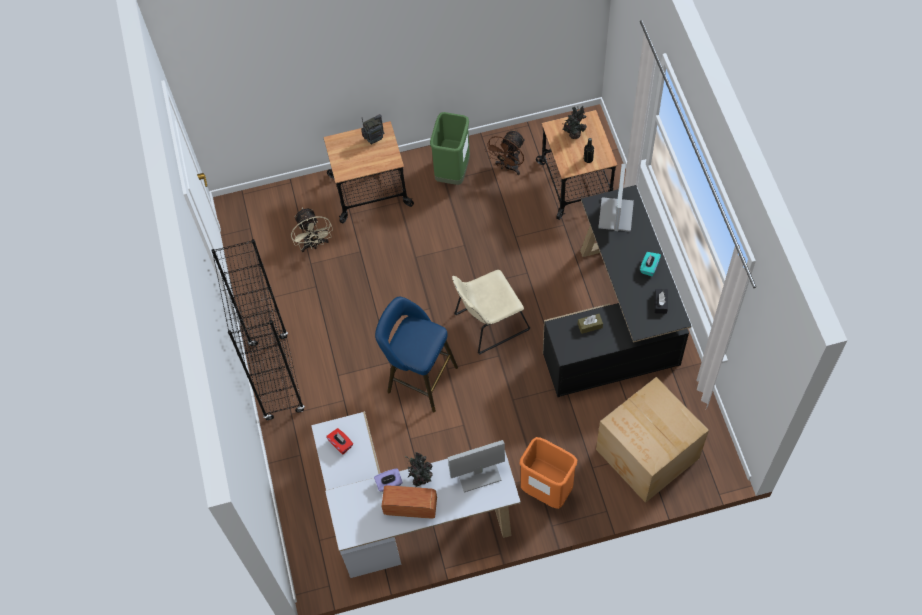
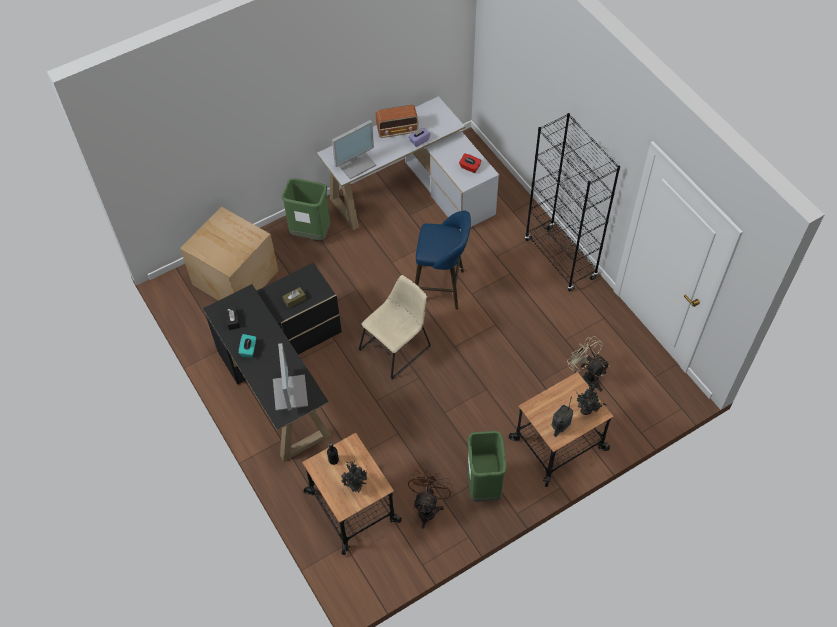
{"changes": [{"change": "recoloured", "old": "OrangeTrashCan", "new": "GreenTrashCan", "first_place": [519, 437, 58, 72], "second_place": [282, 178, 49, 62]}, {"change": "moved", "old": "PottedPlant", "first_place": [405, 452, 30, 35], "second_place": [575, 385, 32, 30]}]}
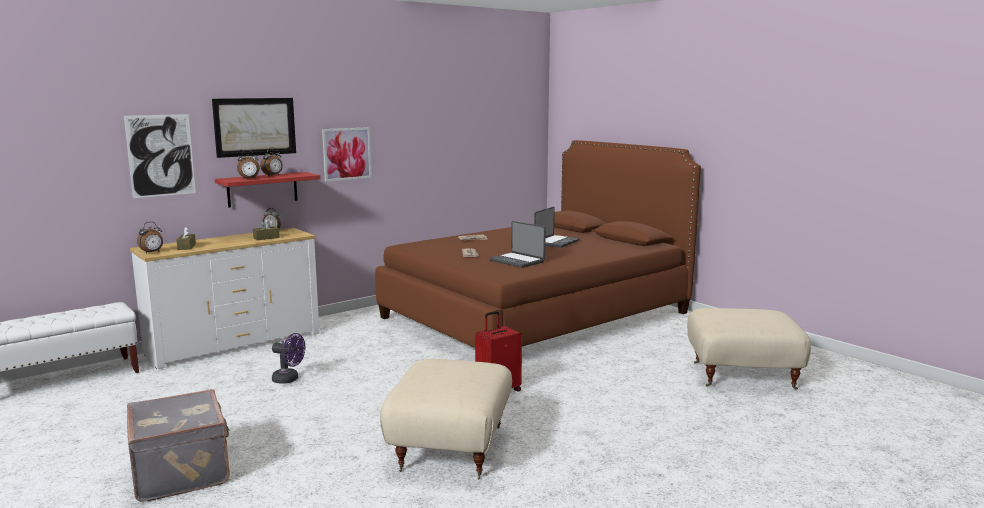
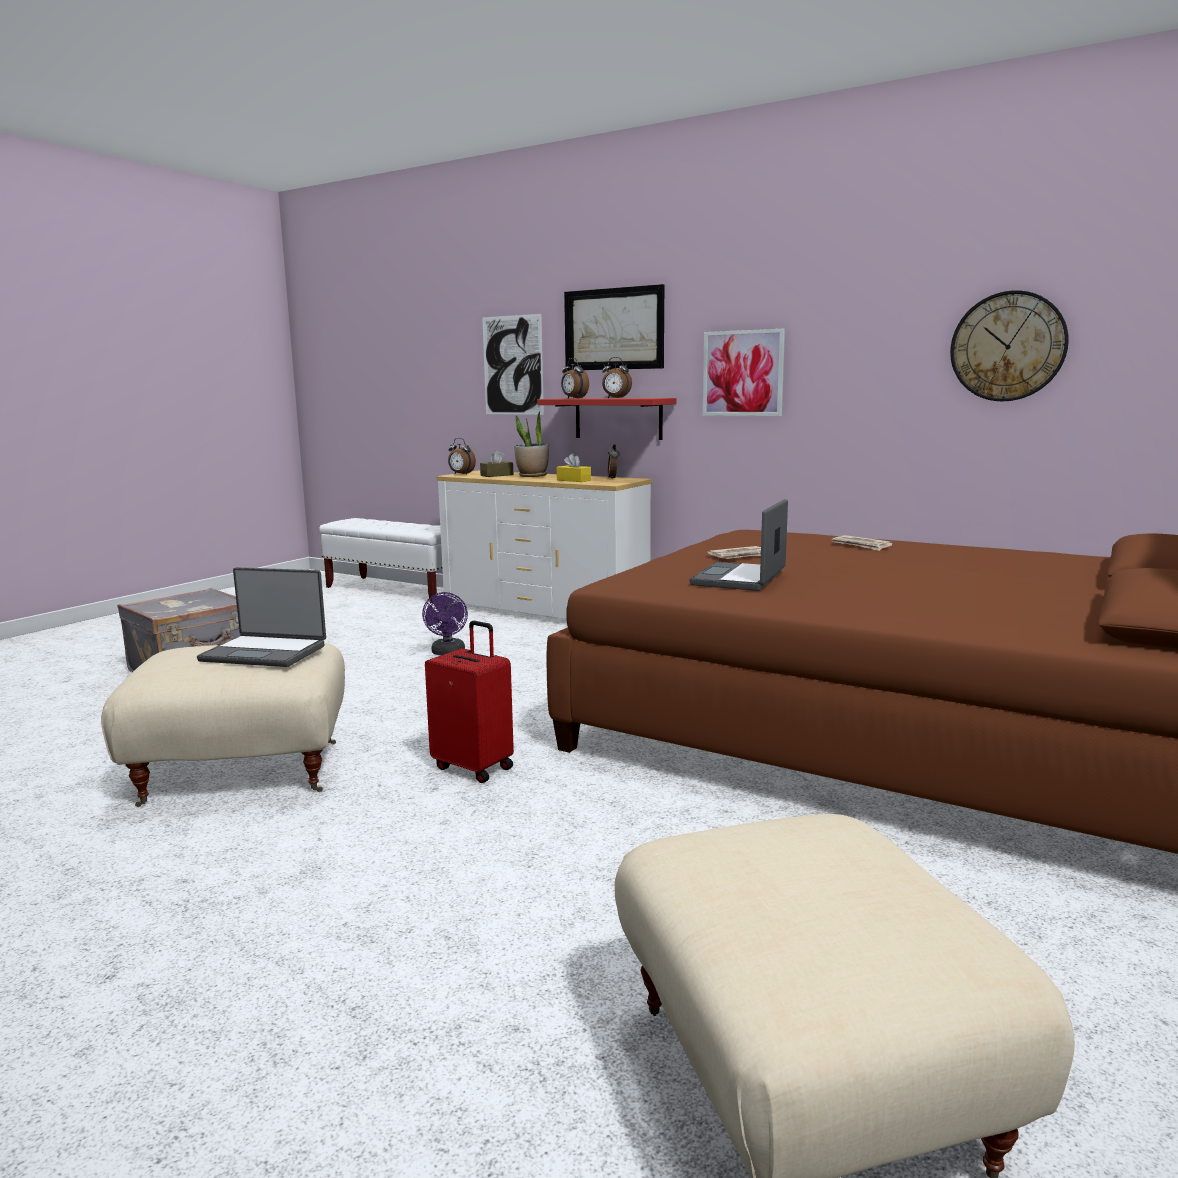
{"changes": [{"change": "moved", "old": "Laptop", "first_place": [534, 207, 46, 41], "second_place": [197, 567, 129, 100]}, {"change": "recoloured", "old": "BrownTissueBox", "new": "YellowTissueBox", "first_place": [253, 219, 27, 21], "second_place": [557, 454, 34, 28]}, {"change": "added", "new": "WallClock", "second_place": [950, 290, 119, 111]}, {"change": "added", "new": "PottedPlant", "second_place": [514, 411, 35, 66]}]}
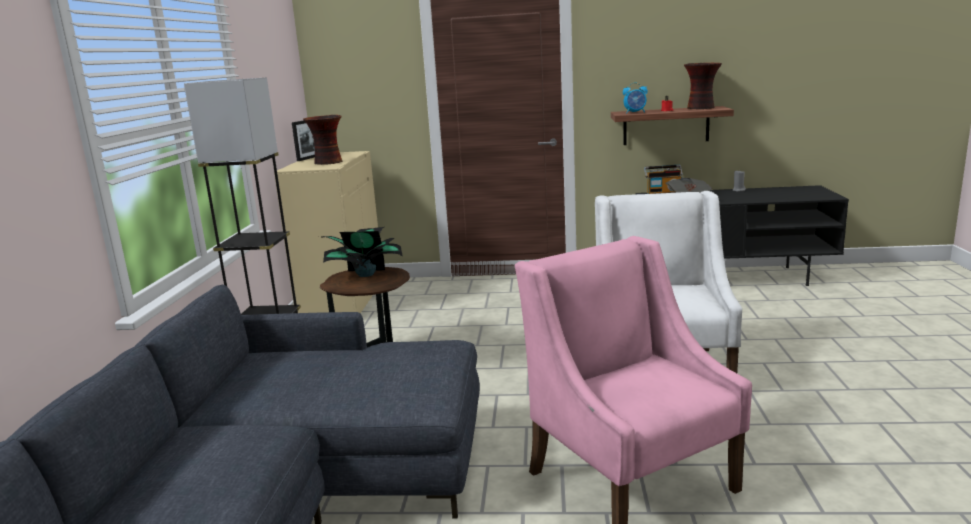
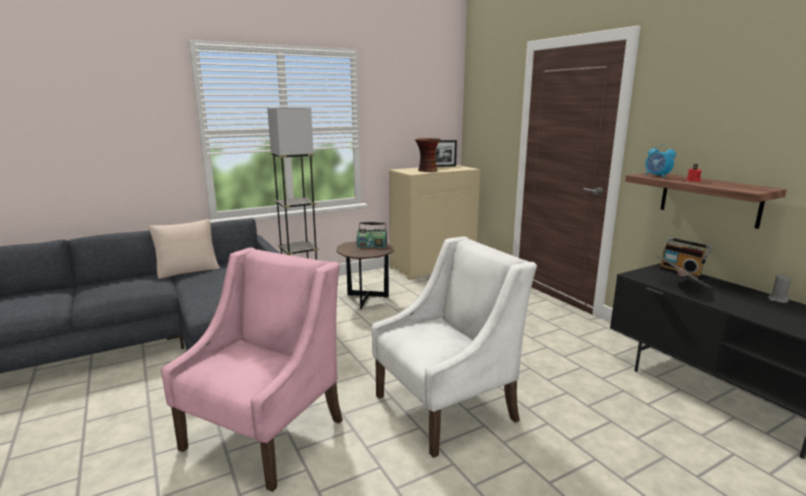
{"changes": [{"change": "removed", "old": "Vase", "first_place": [684, 63, 38, 46]}, {"change": "replaced", "old": "PottedPlant", "new": "Radio", "first_place": [322, 227, 80, 50], "second_place": [357, 222, 30, 26]}, {"change": "added", "new": "BeigePillow", "second_place": [149, 219, 71, 60]}]}
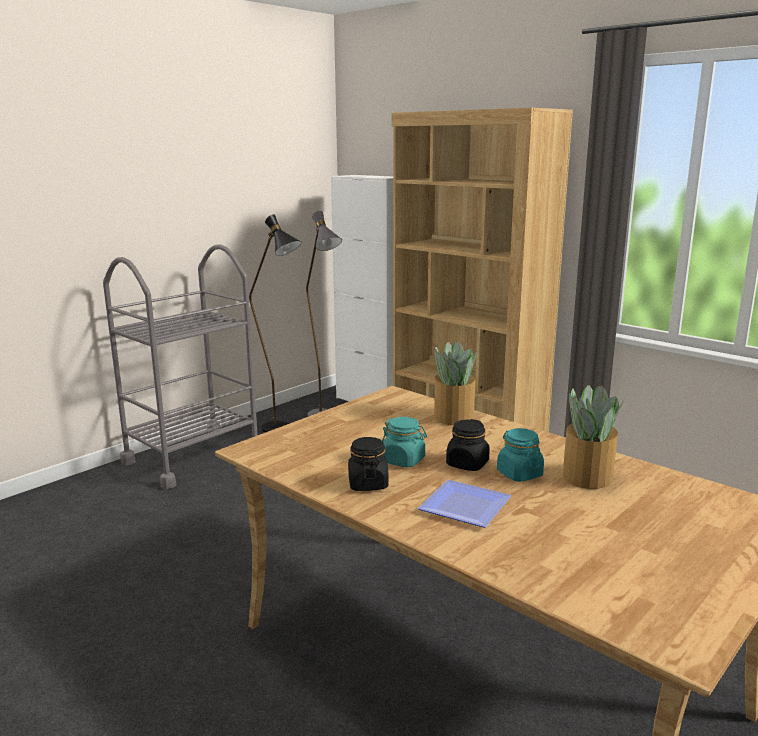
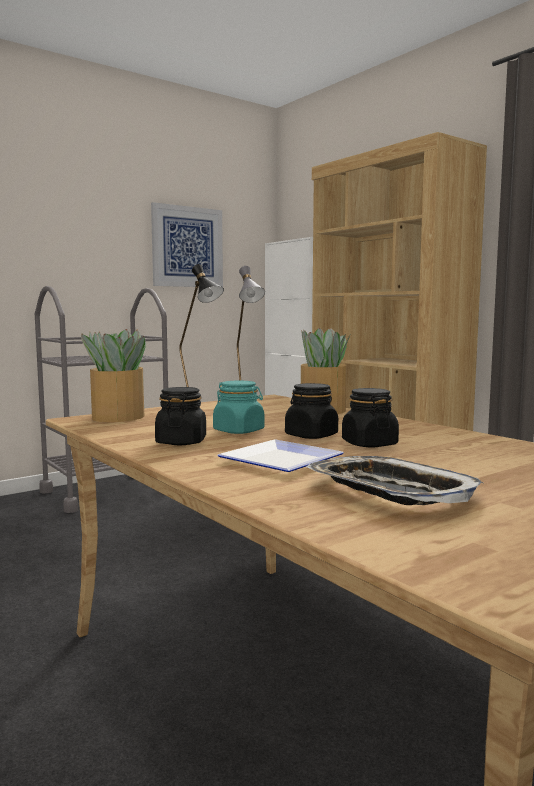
{"changes": [{"change": "moved", "old": "PottedPlant", "first_place": [563, 385, 62, 104], "second_place": [81, 329, 65, 93]}, {"change": "recoloured", "old": "TurquoiseJar", "new": "BlackJar", "first_place": [497, 428, 47, 54], "second_place": [342, 388, 57, 59]}, {"change": "added", "new": "Picture", "second_place": [151, 202, 72, 85]}, {"change": "added", "new": "Tray", "second_place": [306, 456, 177, 49]}]}
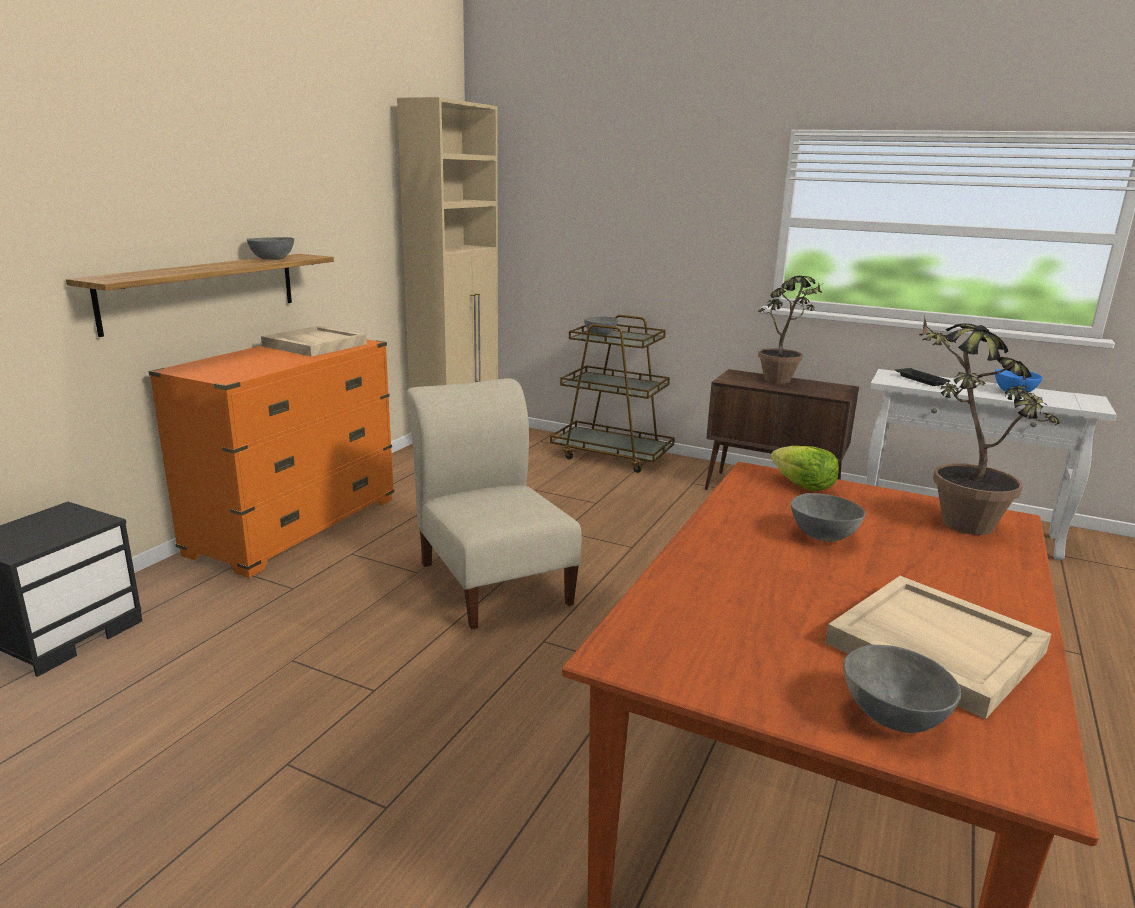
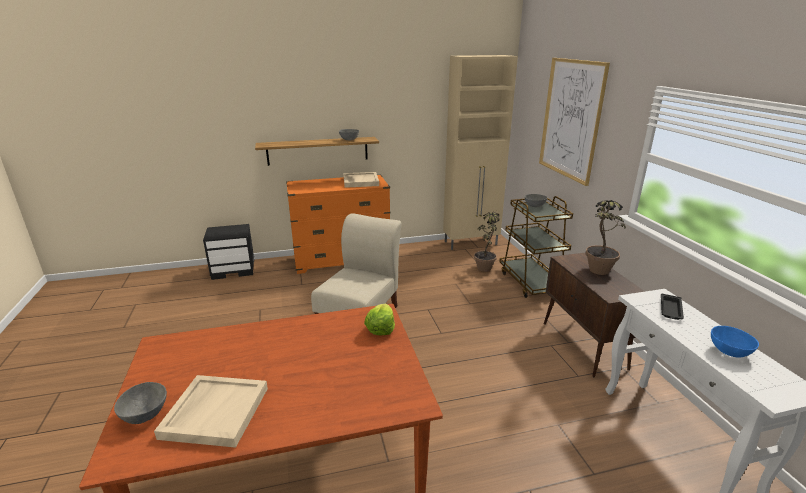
{"changes": [{"change": "moved", "old": "PottedPlant", "first_place": [919, 314, 141, 221], "second_place": [474, 210, 25, 62]}, {"change": "removed", "old": "GreyBowl", "first_place": [791, 493, 74, 49]}, {"change": "added", "new": "Picture", "second_place": [539, 58, 71, 128]}]}
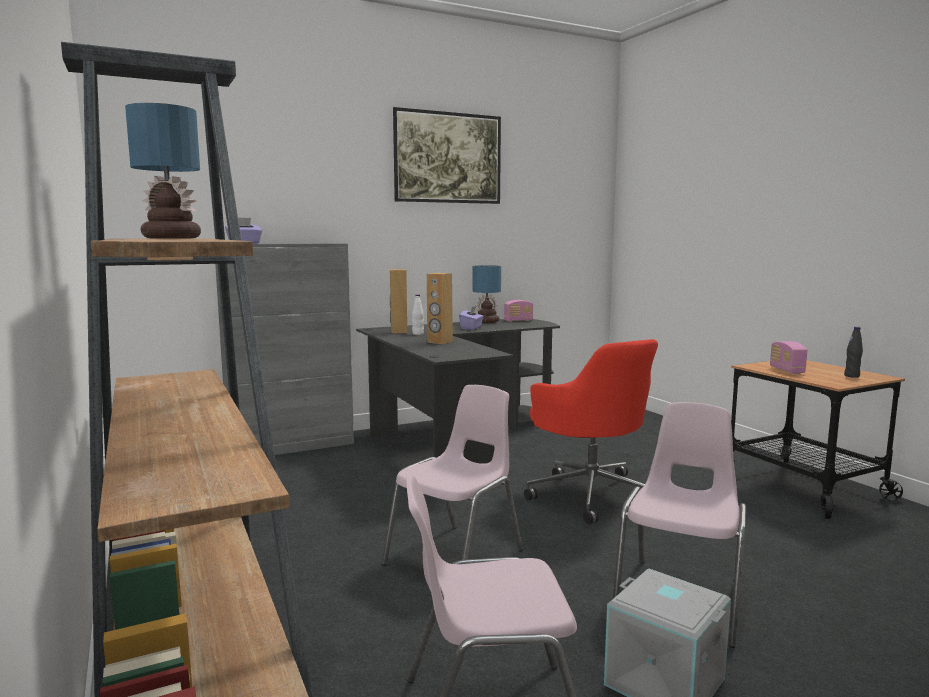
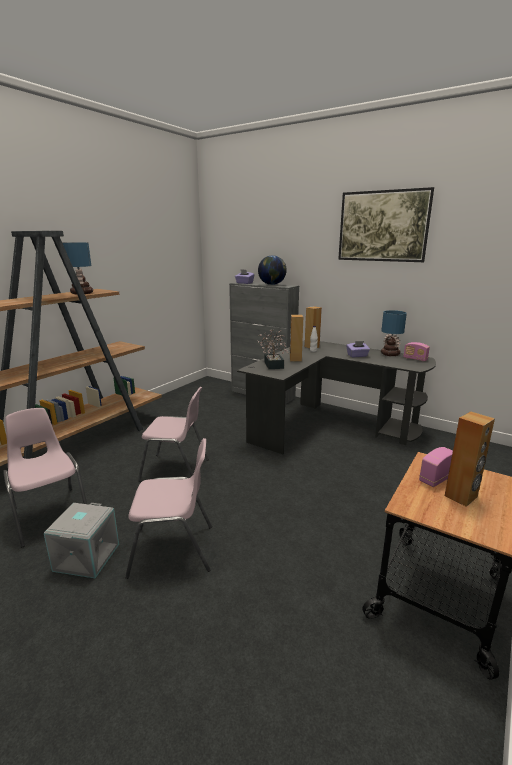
{"changes": [{"change": "removed", "old": "BlackBottle", "first_place": [844, 327, 19, 51]}, {"change": "removed", "old": "RedOfficeChair", "first_place": [524, 339, 134, 185]}, {"change": "added", "new": "Globe", "second_place": [258, 255, 29, 30]}, {"change": "added", "new": "PottedPlant", "second_place": [258, 329, 30, 40]}, {"change": "added", "new": "BrownSpeaker", "second_place": [445, 411, 50, 96]}]}
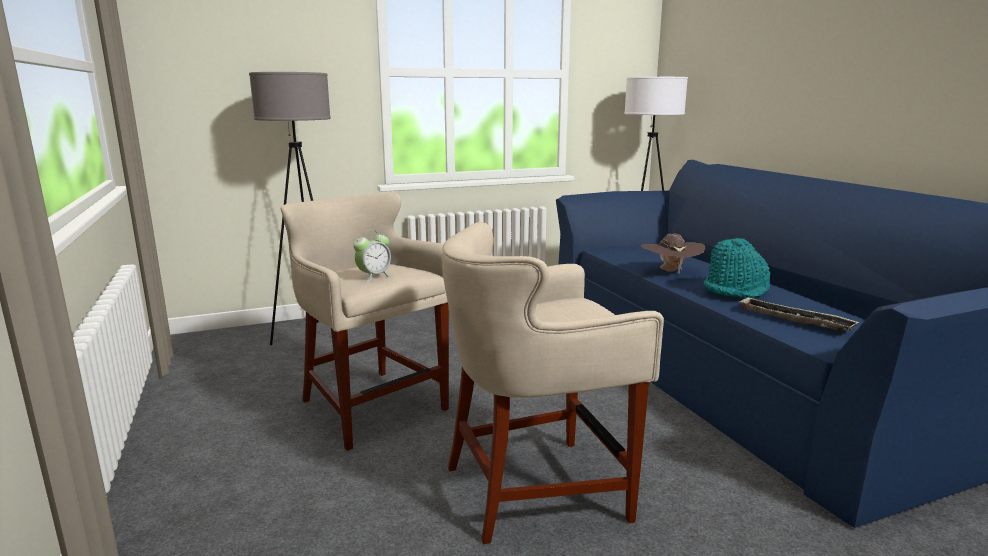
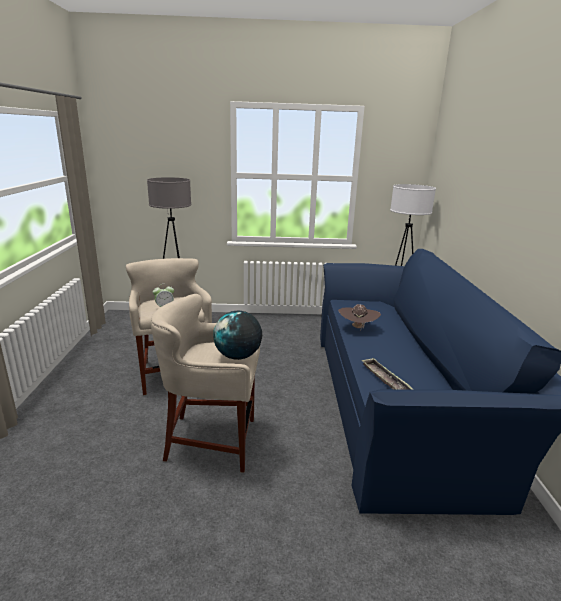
{"changes": [{"change": "removed", "old": "TurquoiseHat", "first_place": [703, 238, 67, 59]}, {"change": "added", "new": "Globe", "second_place": [213, 311, 49, 49]}]}
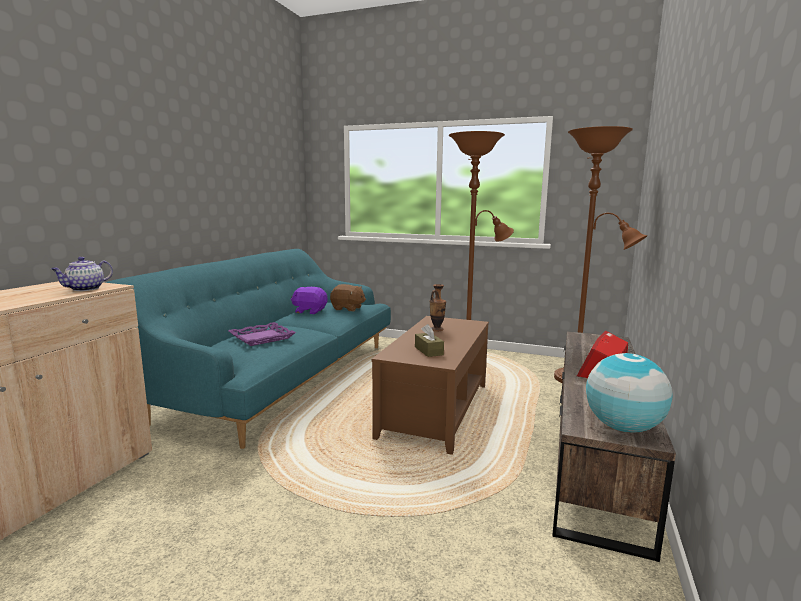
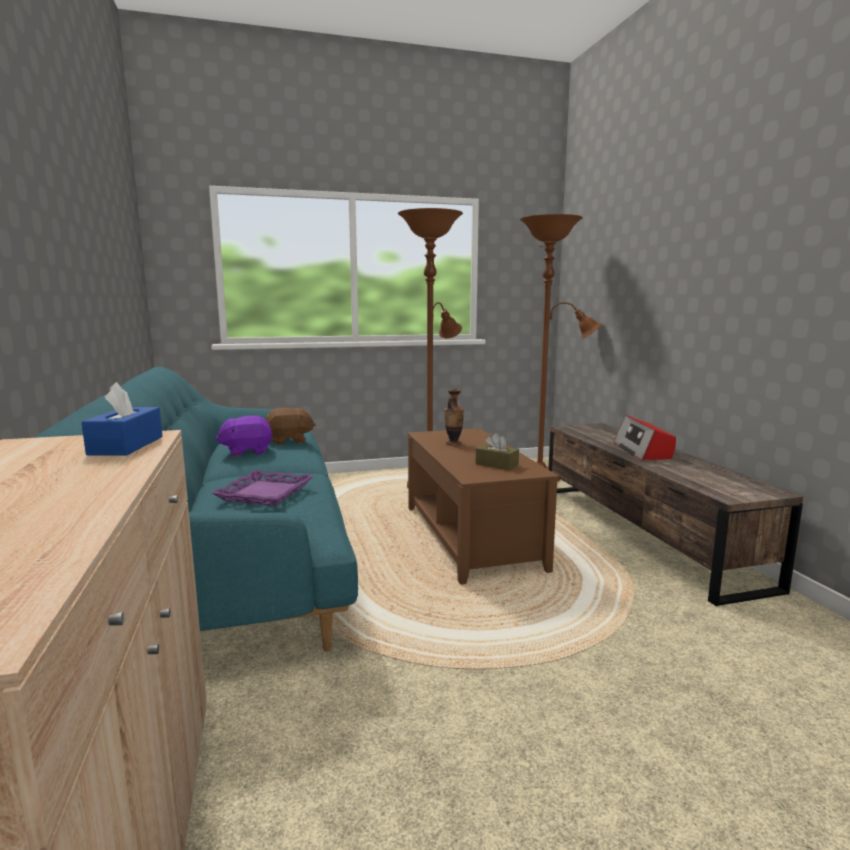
{"changes": [{"change": "replaced", "old": "Teapot", "new": "BlueTissueBox", "first_place": [51, 257, 62, 34], "second_place": [81, 382, 82, 73]}, {"change": "removed", "old": "Globe", "first_place": [586, 353, 87, 80]}]}
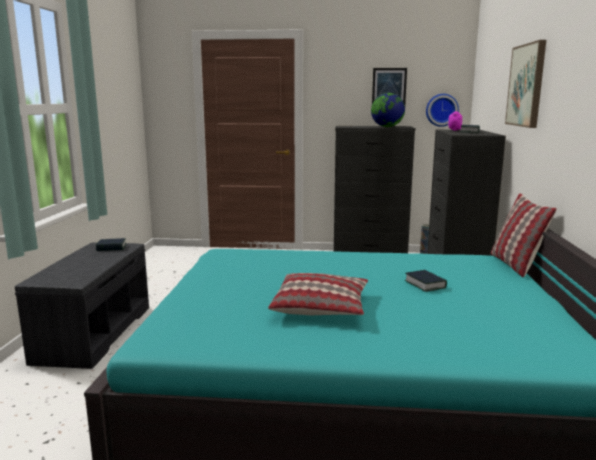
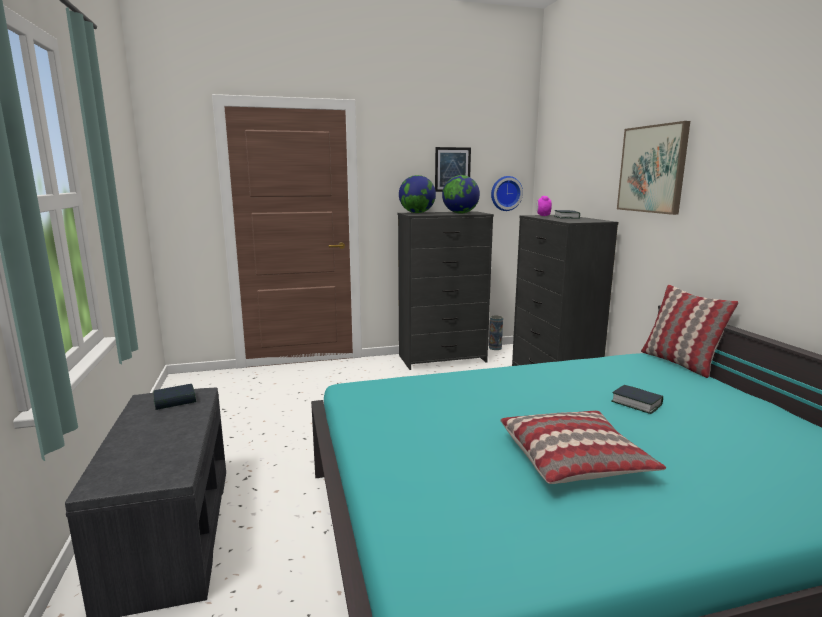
{"changes": [{"change": "added", "new": "Globe", "second_place": [399, 175, 37, 38]}]}
